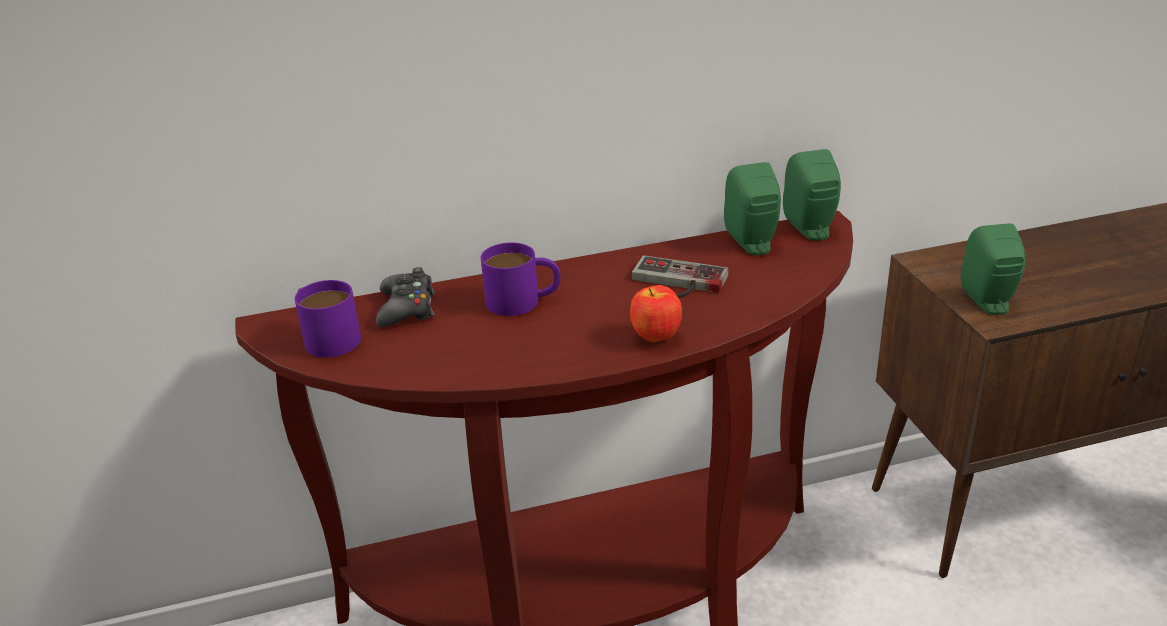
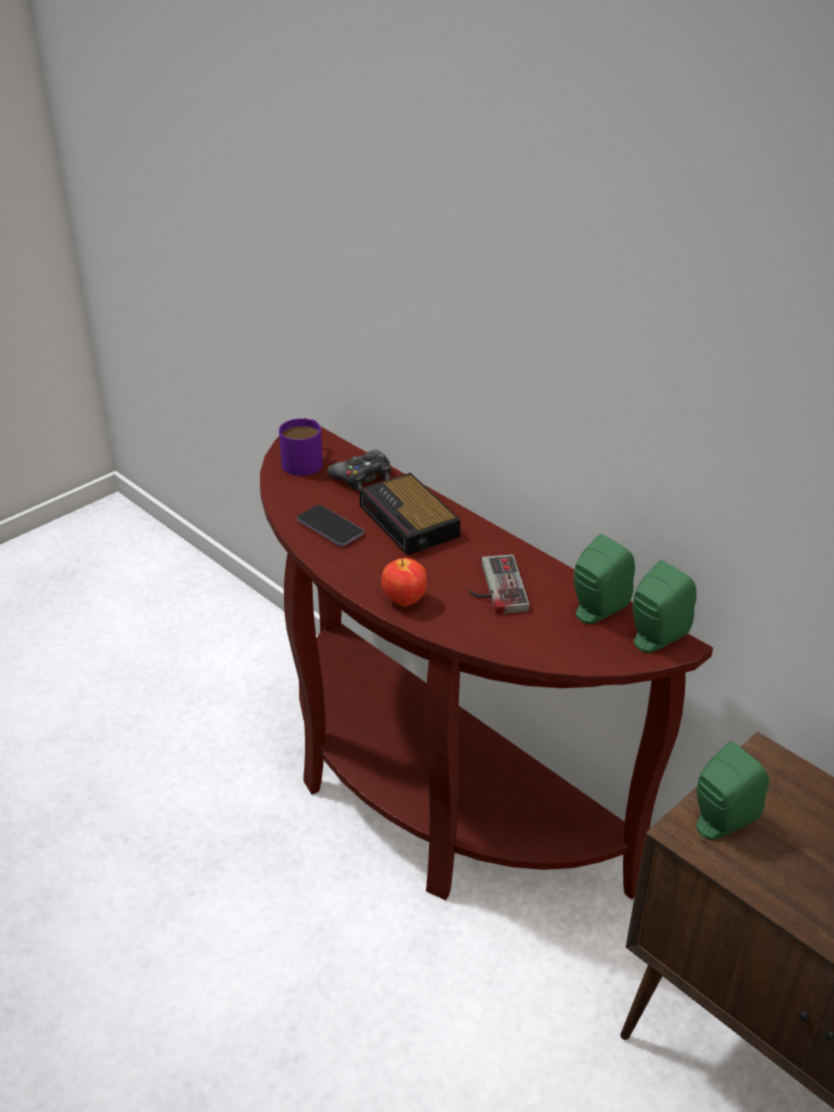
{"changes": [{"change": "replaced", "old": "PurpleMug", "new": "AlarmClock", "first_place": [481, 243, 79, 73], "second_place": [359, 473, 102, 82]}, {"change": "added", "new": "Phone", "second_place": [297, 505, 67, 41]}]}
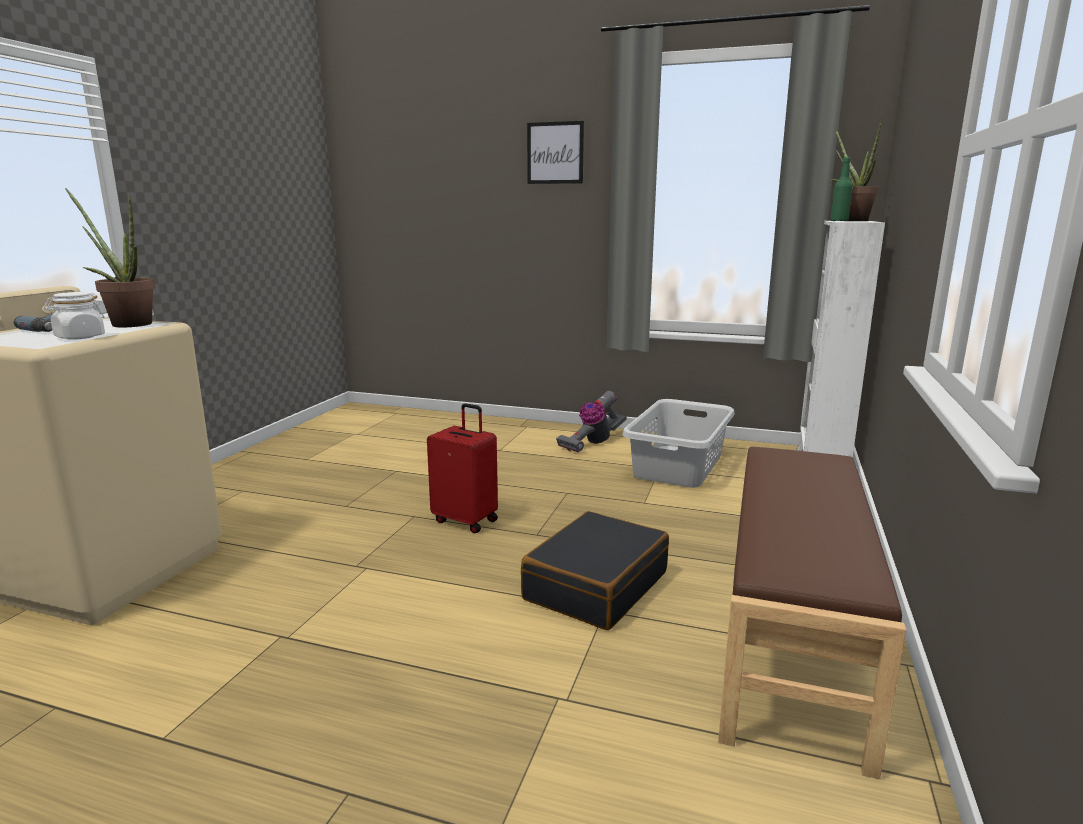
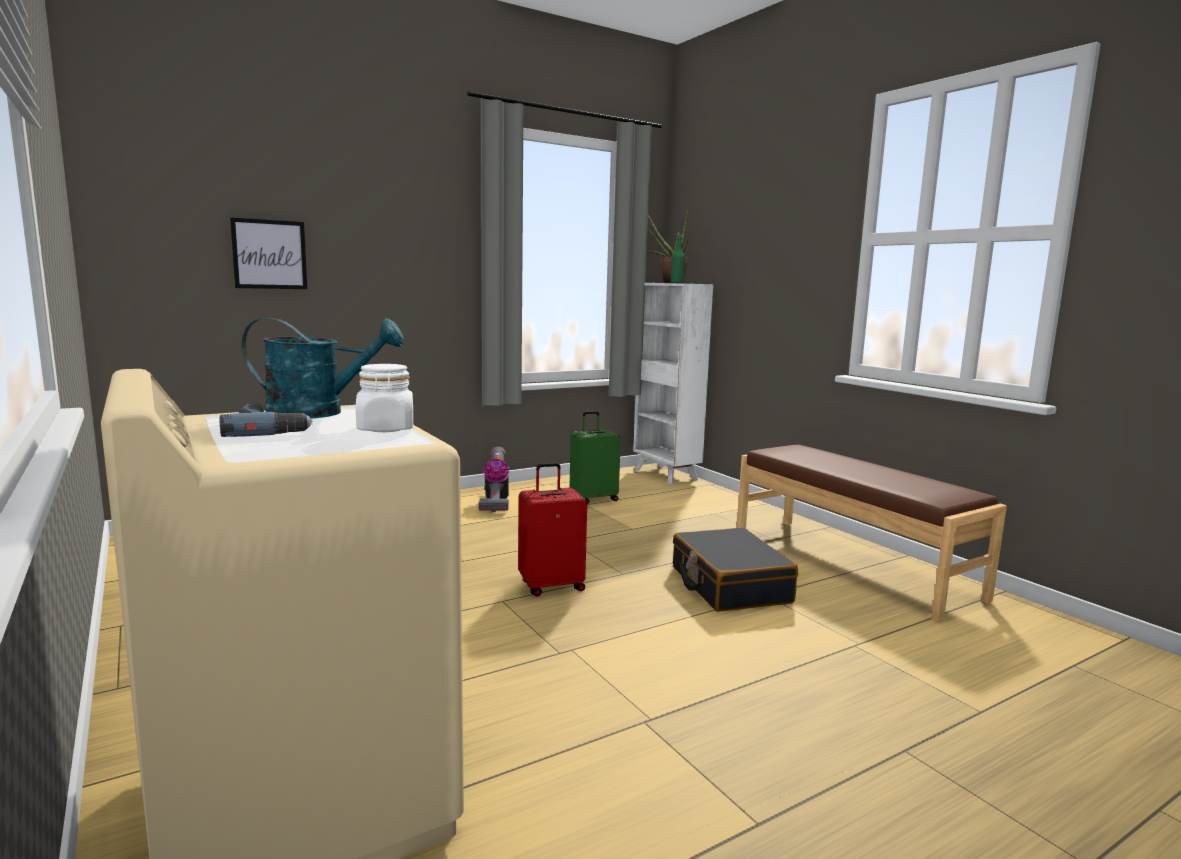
{"changes": [{"change": "moved", "old": "Picture", "first_place": [527, 121, 57, 63], "second_place": [230, 217, 77, 72]}, {"change": "replaced", "old": "PottedPlant", "new": "TurquoiseWateringCan", "first_place": [65, 188, 90, 139], "second_place": [241, 318, 163, 101]}, {"change": "replaced", "old": "GreyLaundryBasket", "new": "GreenSuitcase", "first_place": [622, 399, 113, 89], "second_place": [569, 411, 52, 93]}]}
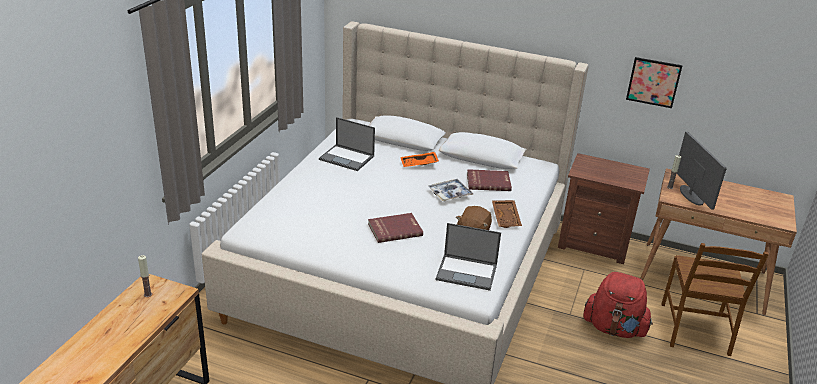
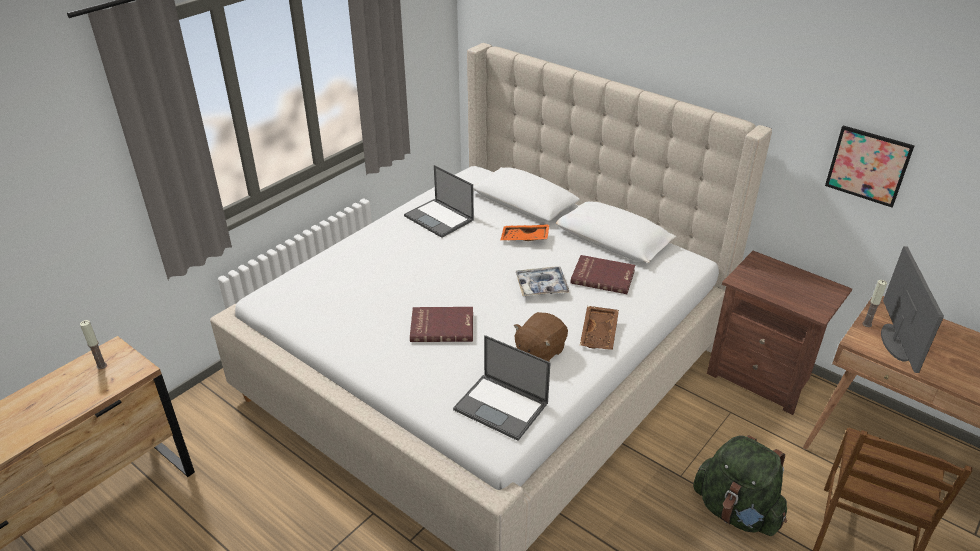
{"changes": [{"change": "recoloured", "old": "RedBackpack", "new": "GreenBackpack", "first_place": [584, 272, 69, 66], "second_place": [693, 435, 94, 101]}]}
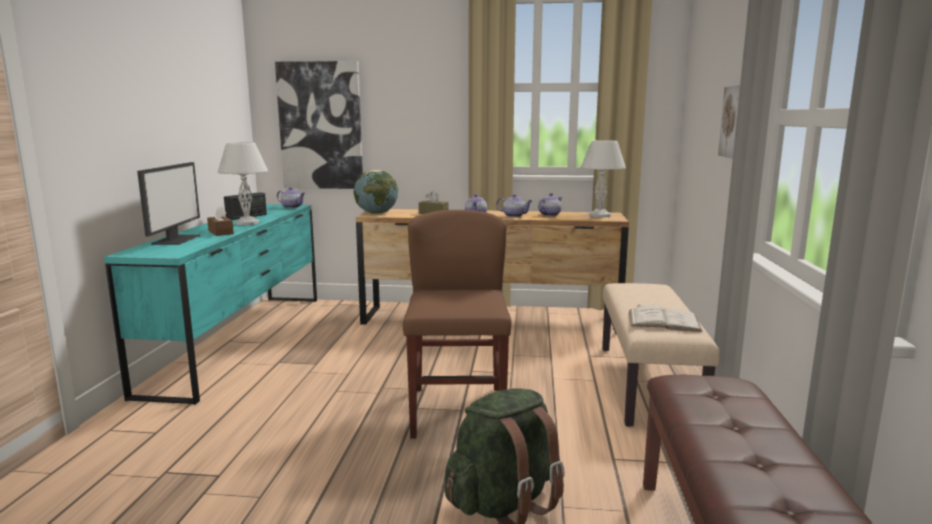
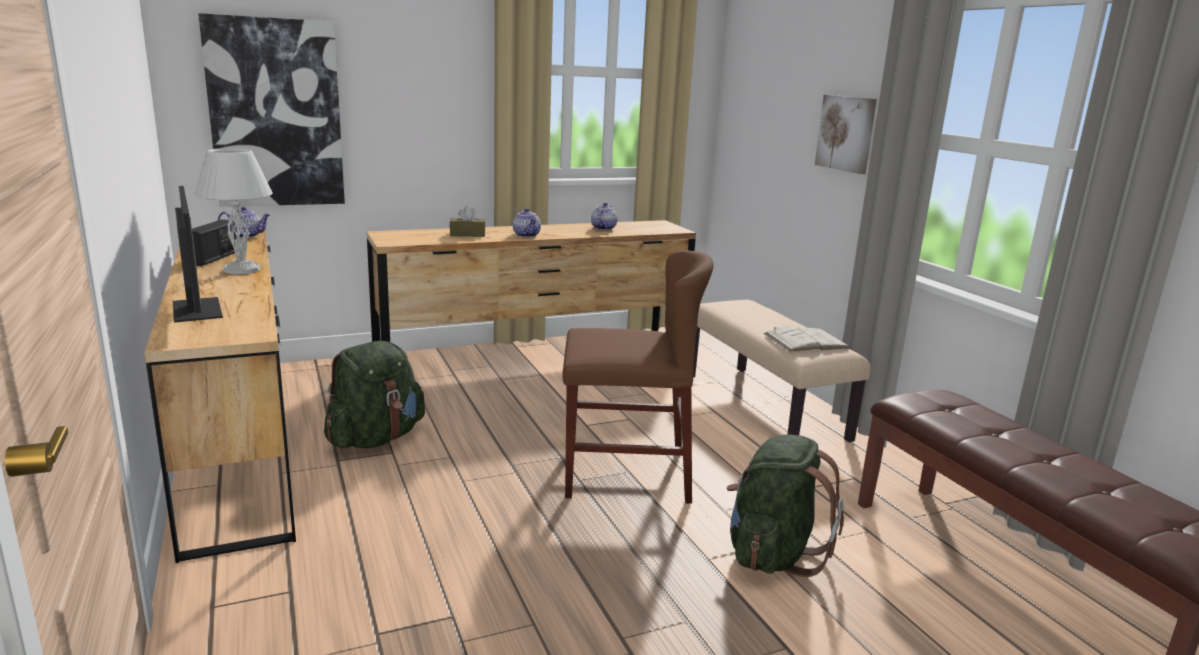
{"changes": [{"change": "removed", "old": "WhiteTableLamp", "first_place": [581, 140, 45, 77]}, {"change": "removed", "old": "Globe", "first_place": [354, 170, 44, 44]}, {"change": "removed", "old": "Teapot", "first_place": [496, 194, 37, 23]}, {"change": "recoloured", "old": "TurquoiseDresser", "new": "BrownDresser", "first_place": [104, 204, 213, 201], "second_place": [144, 230, 152, 333]}, {"change": "removed", "old": "BrownTissueBox", "first_place": [207, 206, 27, 30]}, {"change": "turned", "old": "BrownChair", "first_place": [403, 210, 109, 229], "second_place": [562, 250, 152, 254], "degrees": 120}, {"change": "added", "new": "GreenBackpack", "second_place": [324, 341, 101, 107]}]}
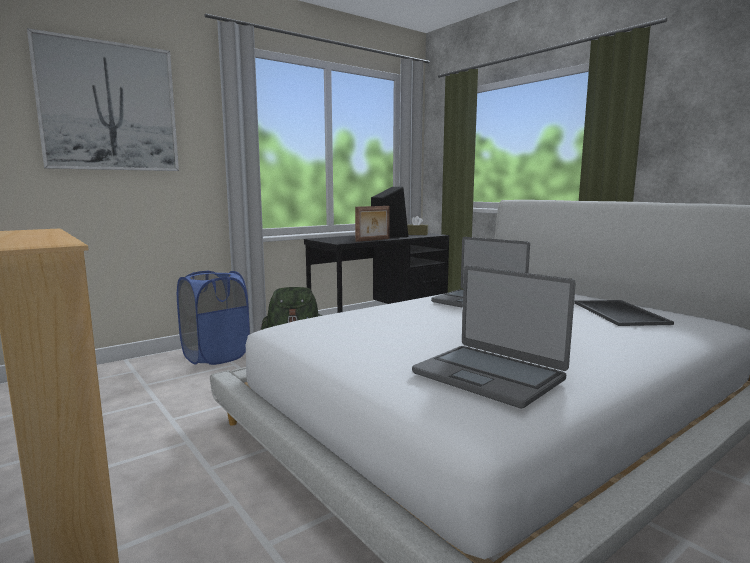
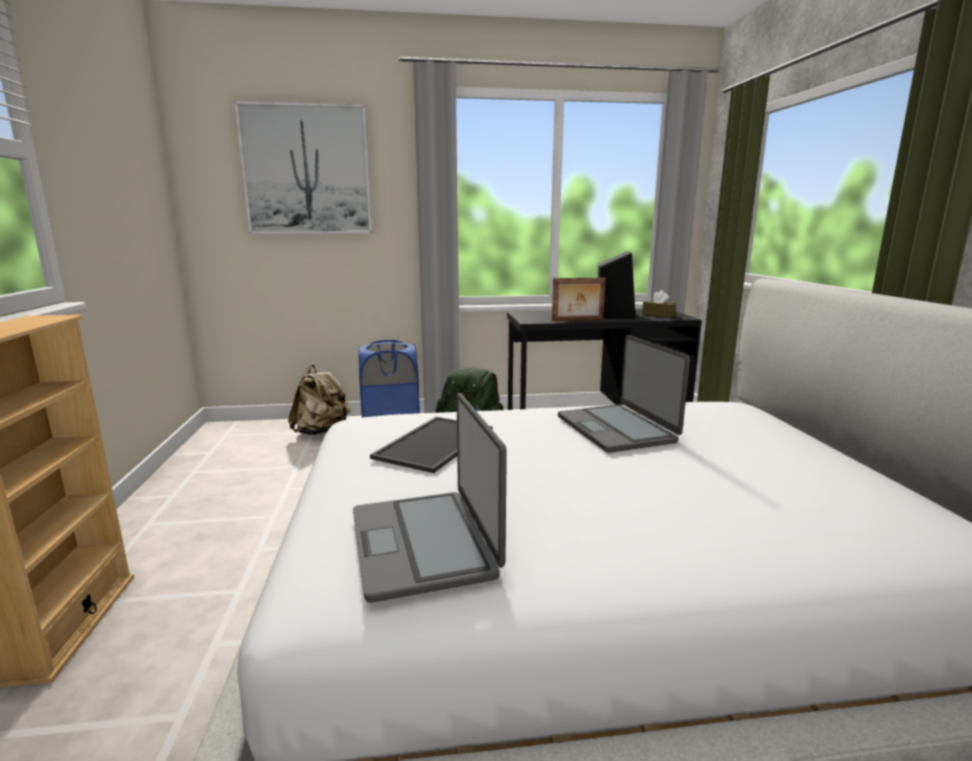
{"changes": [{"change": "moved", "old": "Tray", "first_place": [574, 300, 100, 26], "second_place": [370, 417, 122, 56]}, {"change": "added", "new": "BeigeBackpack", "second_place": [288, 365, 63, 70]}]}
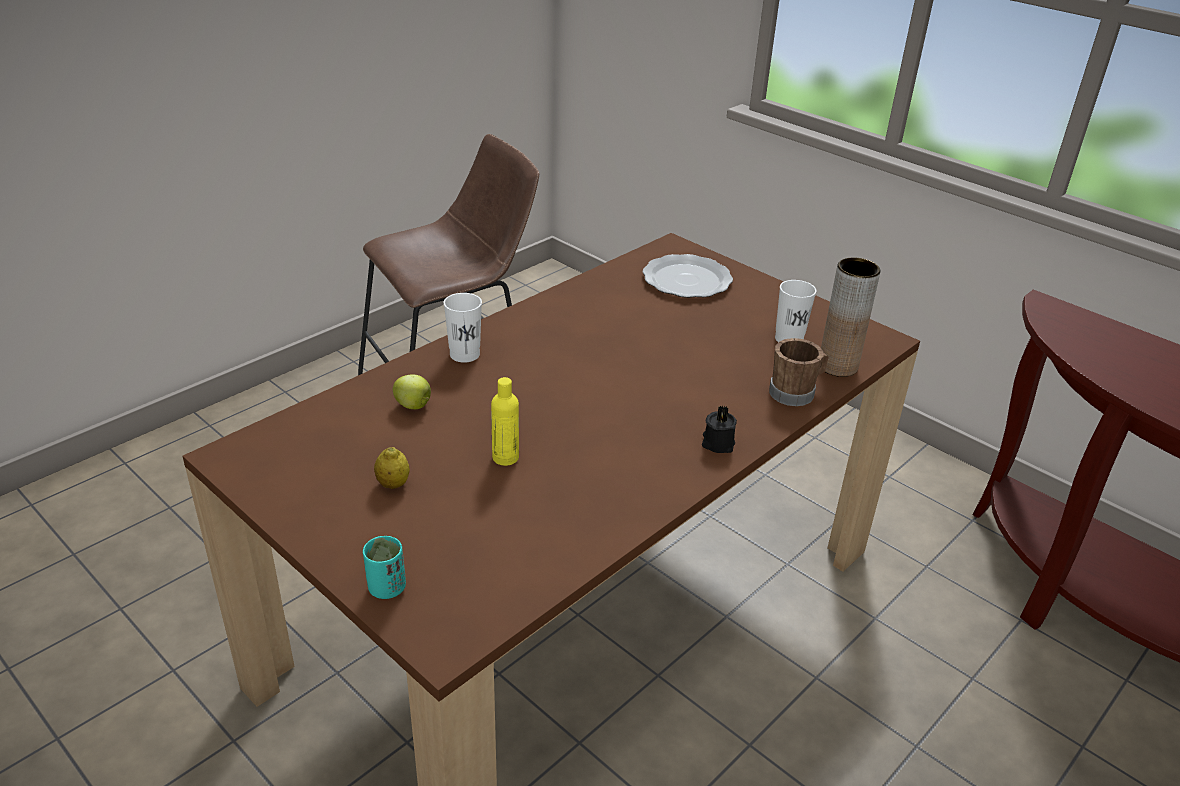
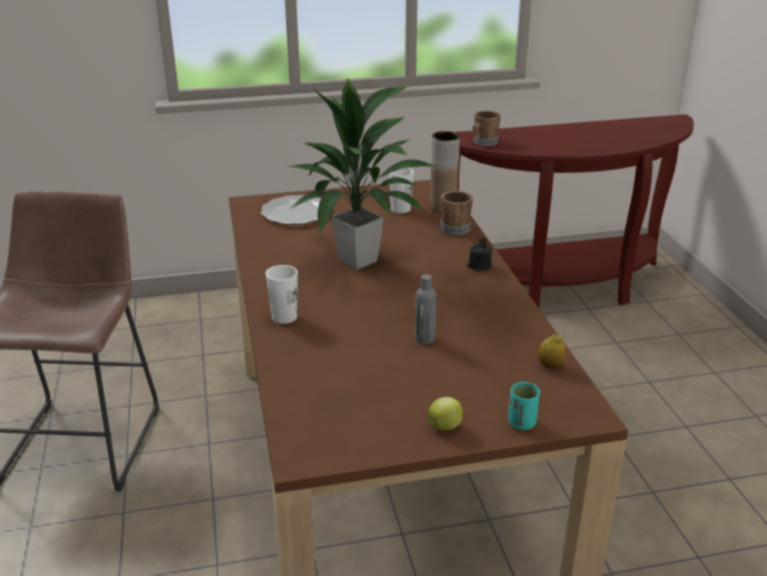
{"changes": [{"change": "moved", "old": "Apple", "first_place": [393, 374, 38, 35], "second_place": [427, 397, 37, 33]}, {"change": "recoloured", "old": "YellowBottle", "new": "GreyBottle", "first_place": [491, 377, 28, 89], "second_place": [415, 274, 21, 70]}, {"change": "moved", "old": "Lemon", "first_place": [374, 447, 36, 42], "second_place": [538, 334, 28, 35]}, {"change": "added", "new": "PottedPlant", "second_place": [286, 79, 150, 191]}, {"change": "added", "new": "BrownMug", "second_place": [473, 111, 28, 35]}]}
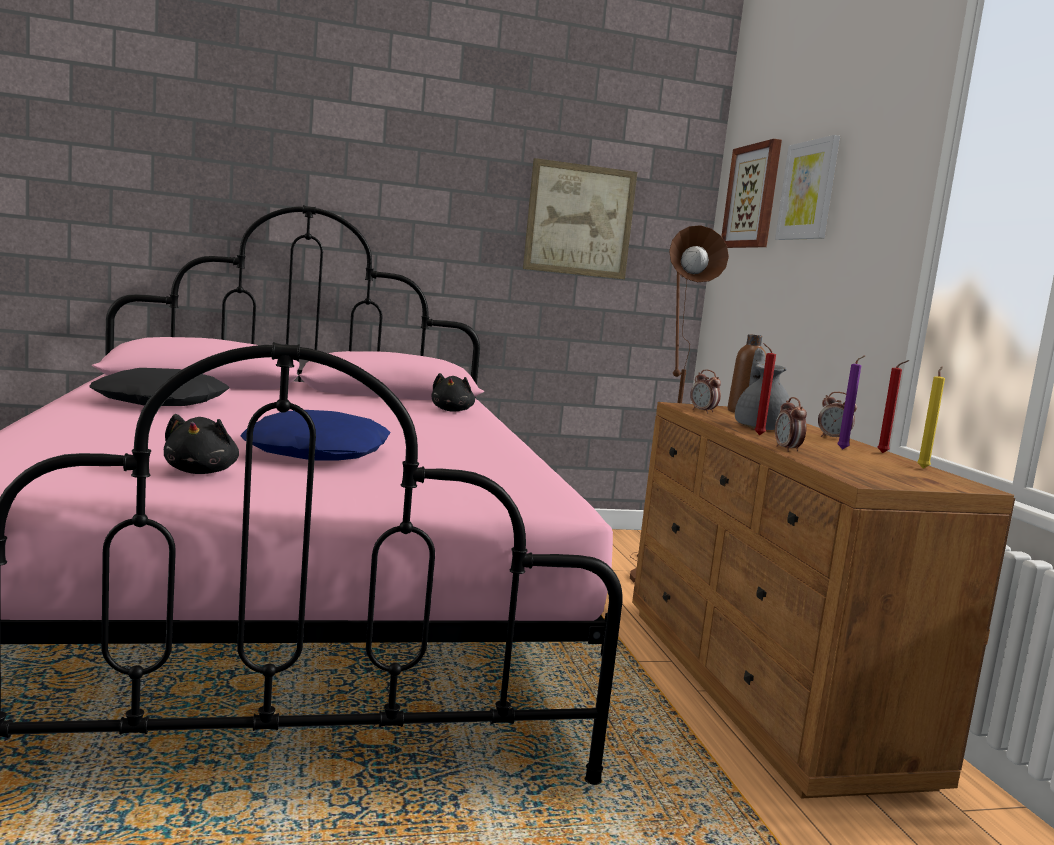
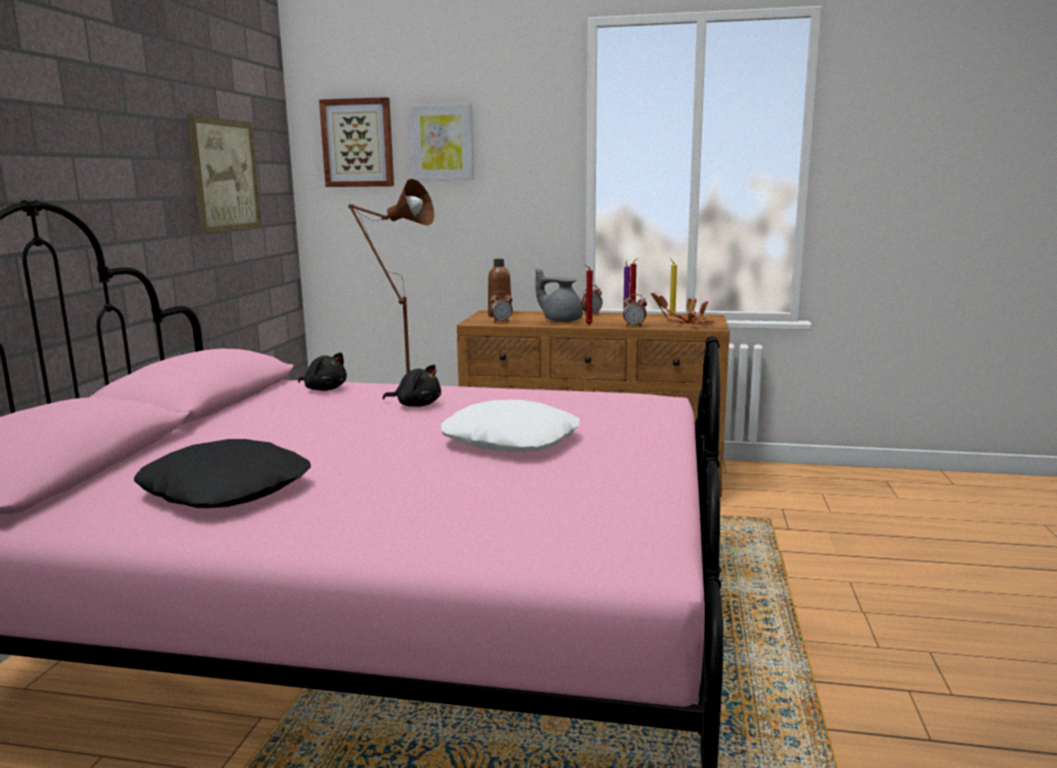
{"changes": [{"change": "recoloured", "old": "BluePillow", "new": "WhitePillow", "first_place": [240, 410, 150, 51], "second_place": [440, 400, 140, 52]}, {"change": "moved", "old": "BlackPlushToy", "first_place": [164, 414, 75, 60], "second_place": [383, 365, 58, 42]}, {"change": "added", "new": "PottedPlant", "second_place": [651, 293, 63, 31]}]}
